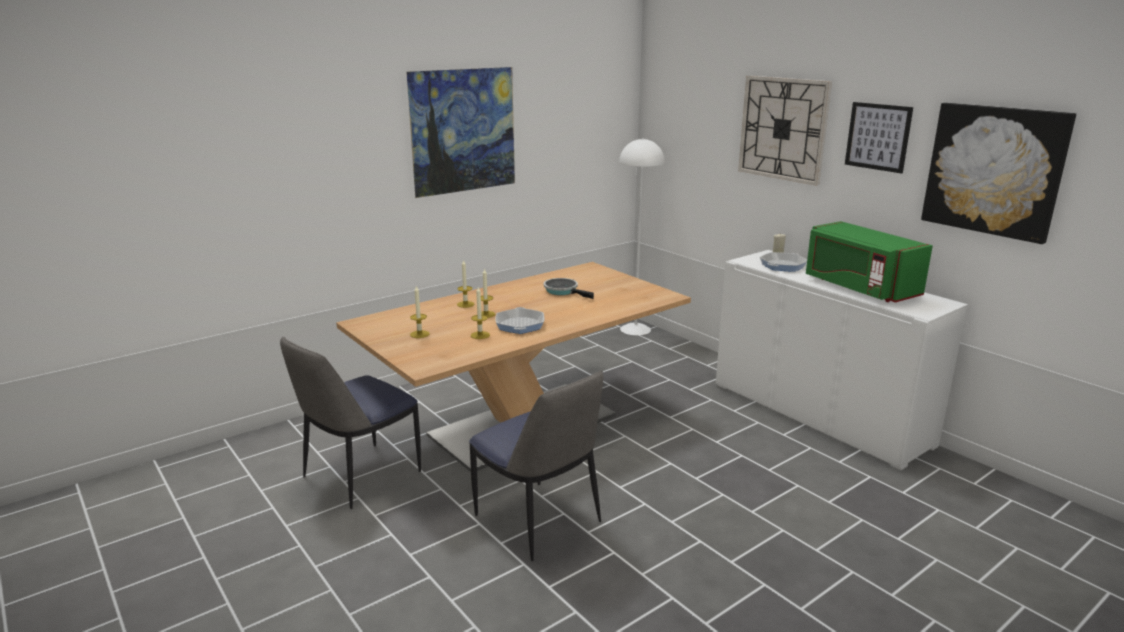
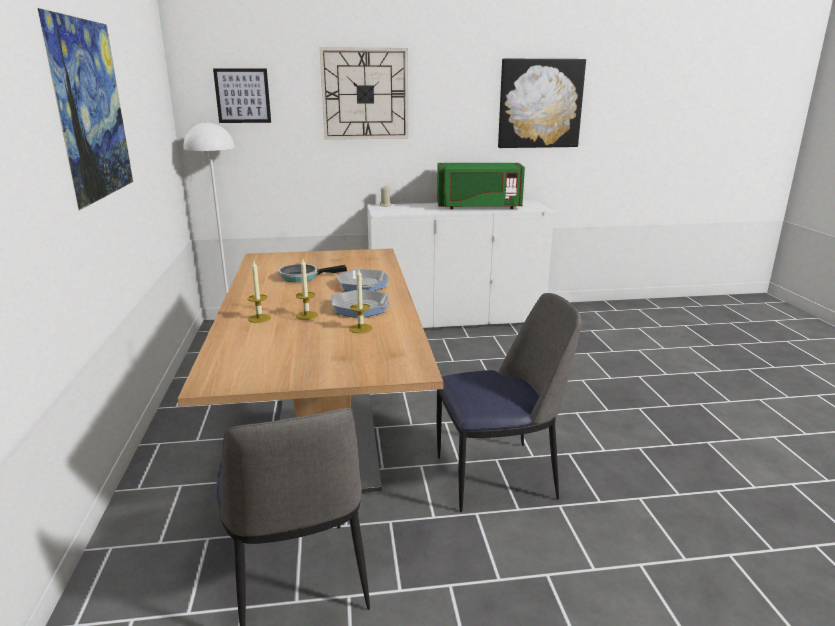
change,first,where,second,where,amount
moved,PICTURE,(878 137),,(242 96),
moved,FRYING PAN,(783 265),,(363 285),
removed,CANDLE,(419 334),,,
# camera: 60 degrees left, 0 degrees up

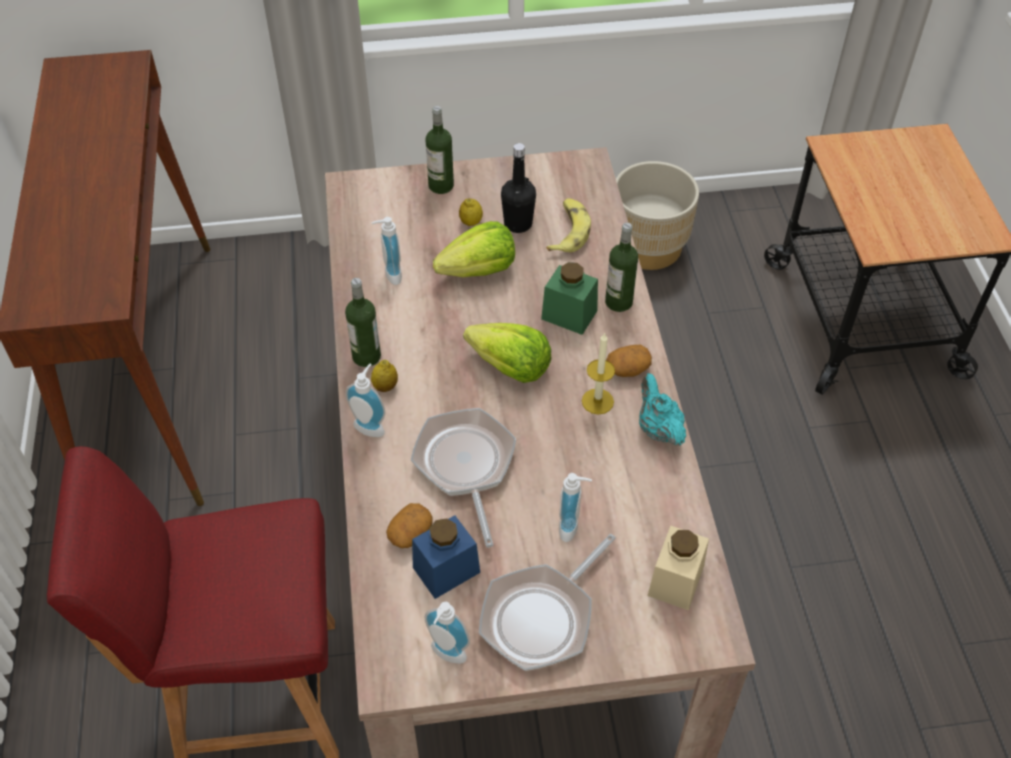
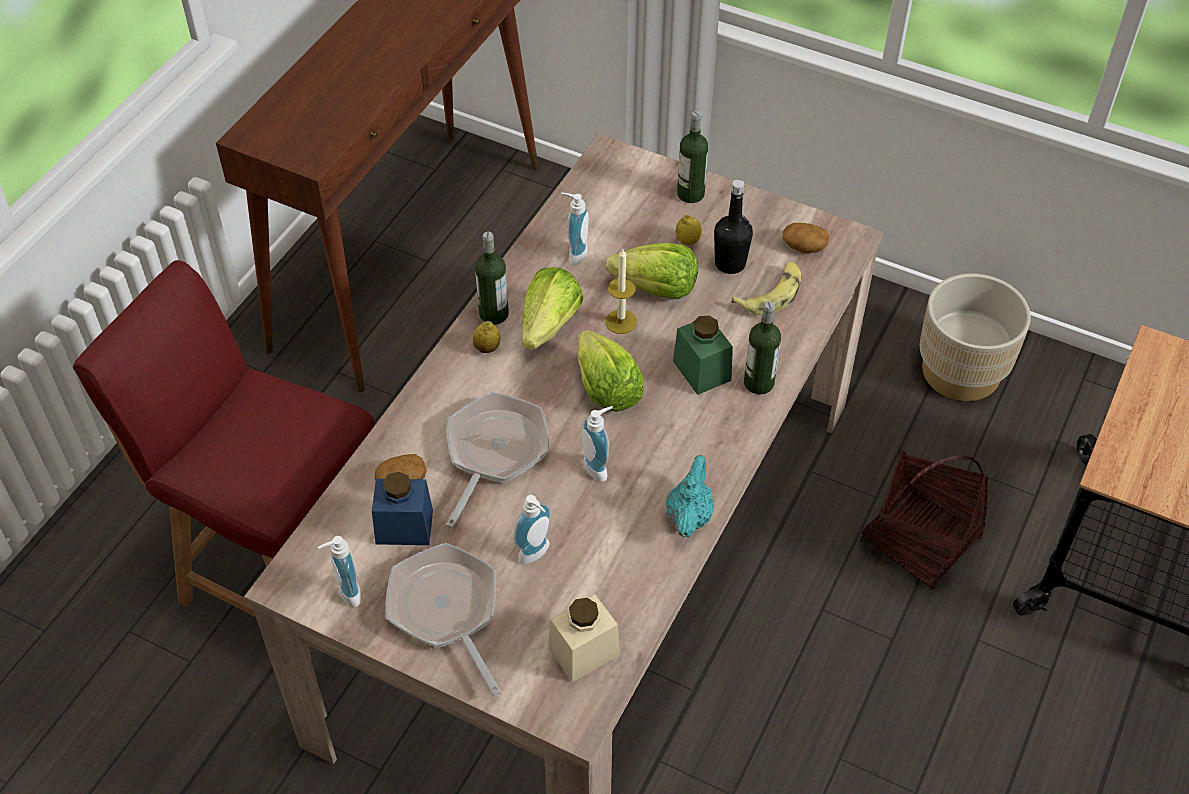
change,first,where,second,where,amount
turned,FRYING PAN,(542 617),,(446 611),75 degrees clockwise
added,,,LETTUCE,(549 326),
moved,SOAP DISPENSER,(371 425),,(599 466),
moved,CANDLE,(597 401),,(621 322),
moved,POTATO,(627 369),,(803 246),
added,,,BASKET,(920 540),
# camera: 35 degrees right, 0 degrees up

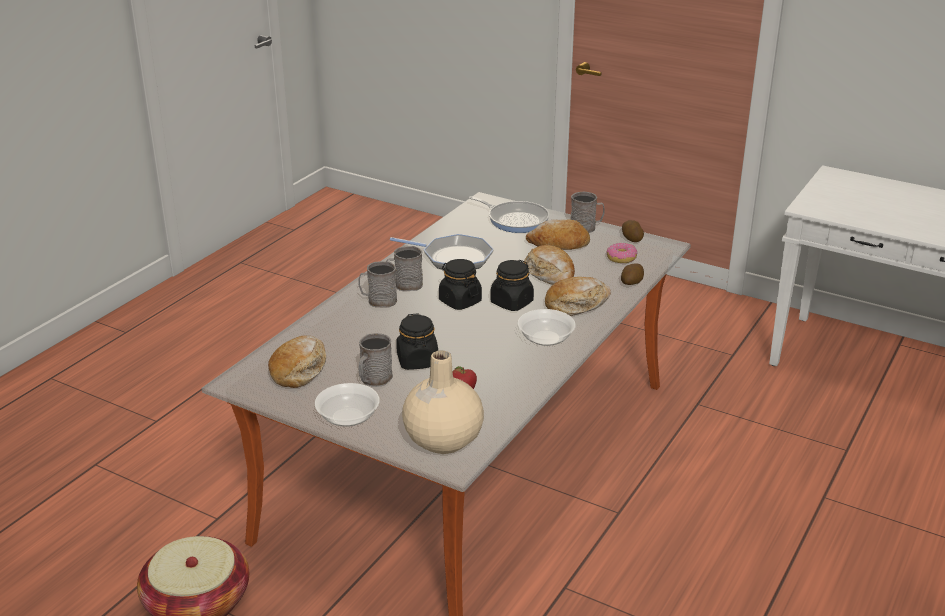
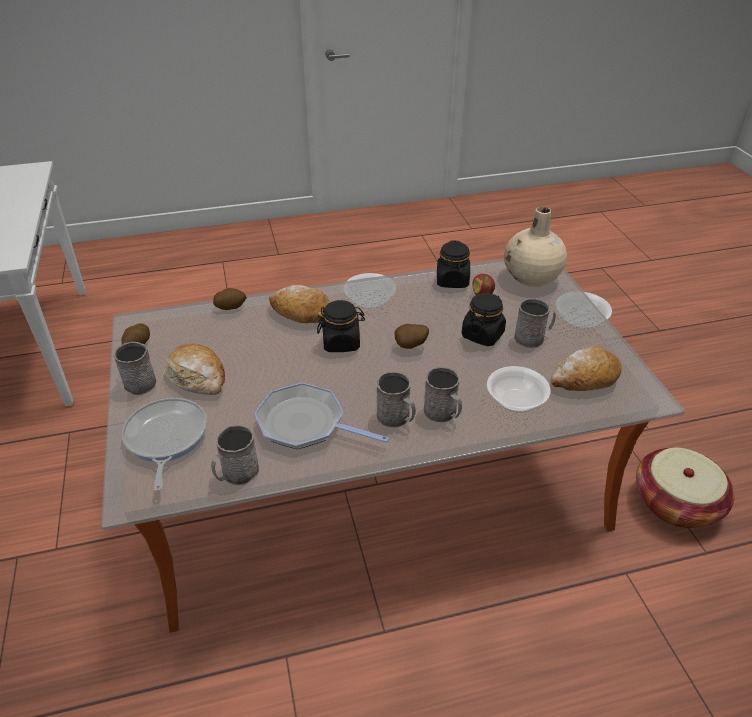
change,first,where,second,where,amount
added,,,GREY MUG,(236 474),
turned,FRYING PAN,(453 258),,(306 424),45 degrees counterclockwise
added,,,POTATO,(410 346),
moved,BLACK JAR,(459 301),,(452 281),
added,,,BOWL,(515 400),
removed,BREAD,(550 274),,,
removed,DONUT,(621 258),,,
# camera: 135 degrees left, 10 degrees up

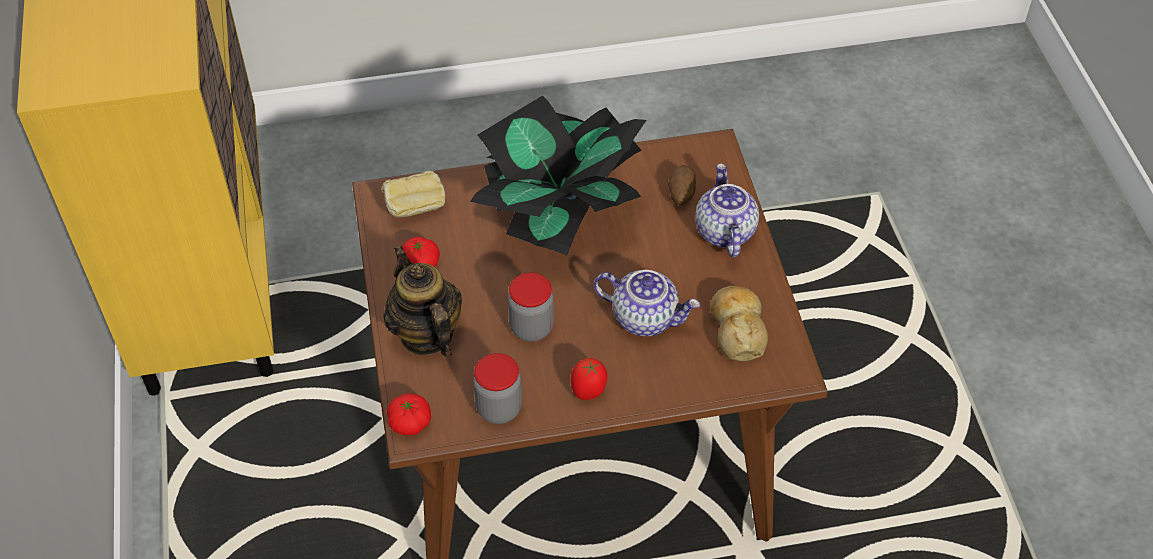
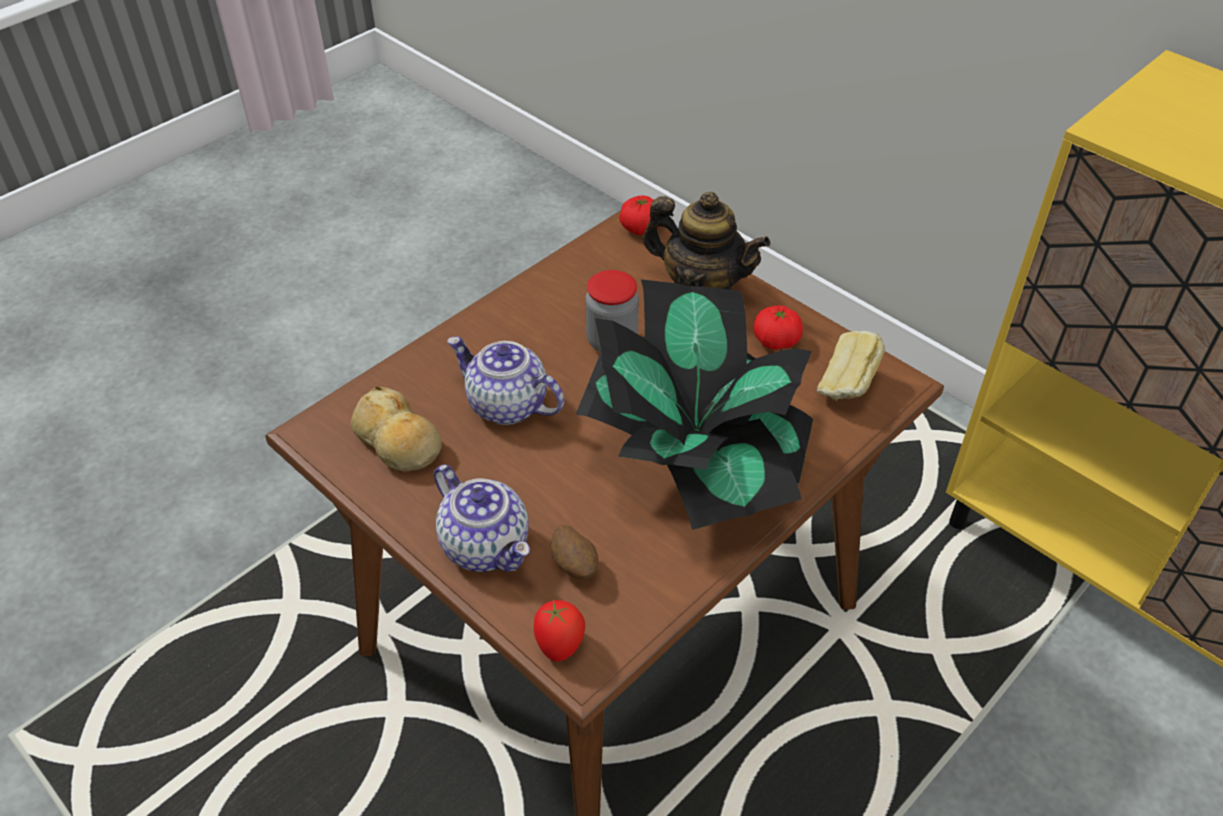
change,first,where,second,where,amount
turned,TEAPOT,(645 317),,(506 405),45 degrees clockwise
moved,TOMATO,(589 390),,(560 646),
removed,JAR,(499 408),,,
# camera: 145 degrees right, 5 degrees down

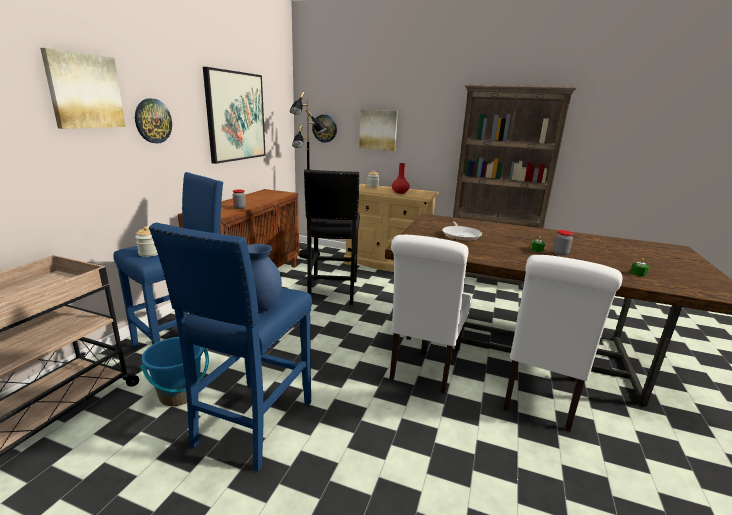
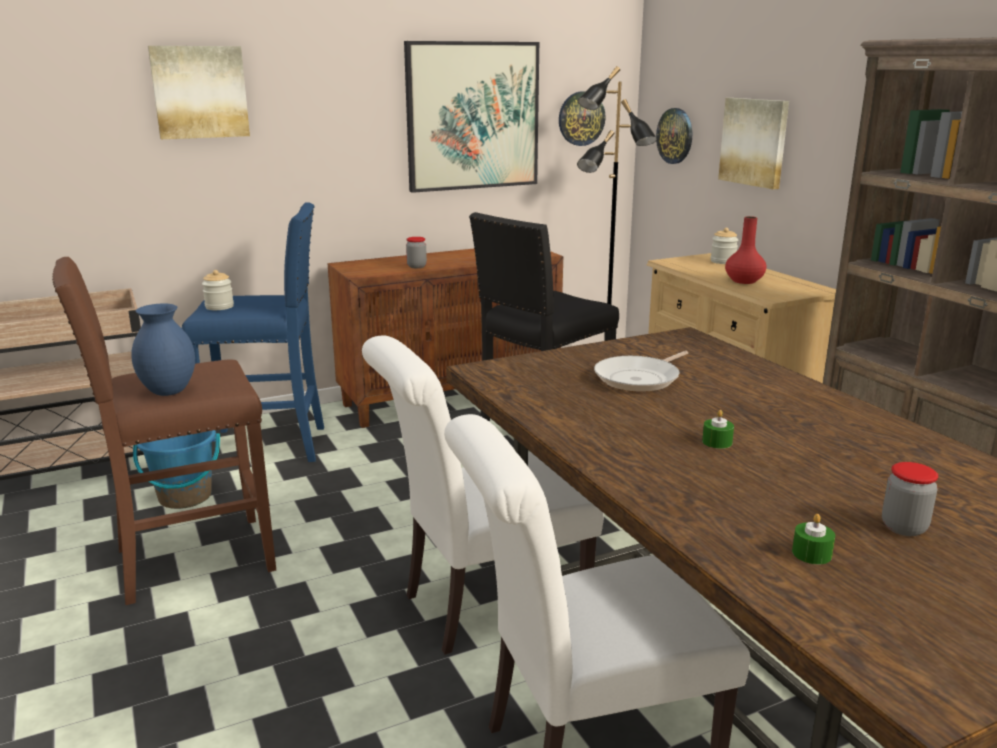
change,first,where,second,where,amount
recoloured,BLUE STOOL,(252 424),BROWN STOOL,(191 560),
moved,WALL CLOCK,(153 121),,(581 118),
moved,JAR,(560 253),,(904 527),
# camera: 45 degrees right, 0 degrees up

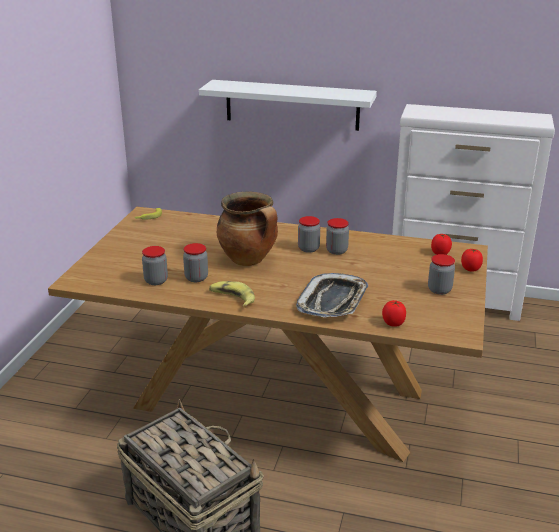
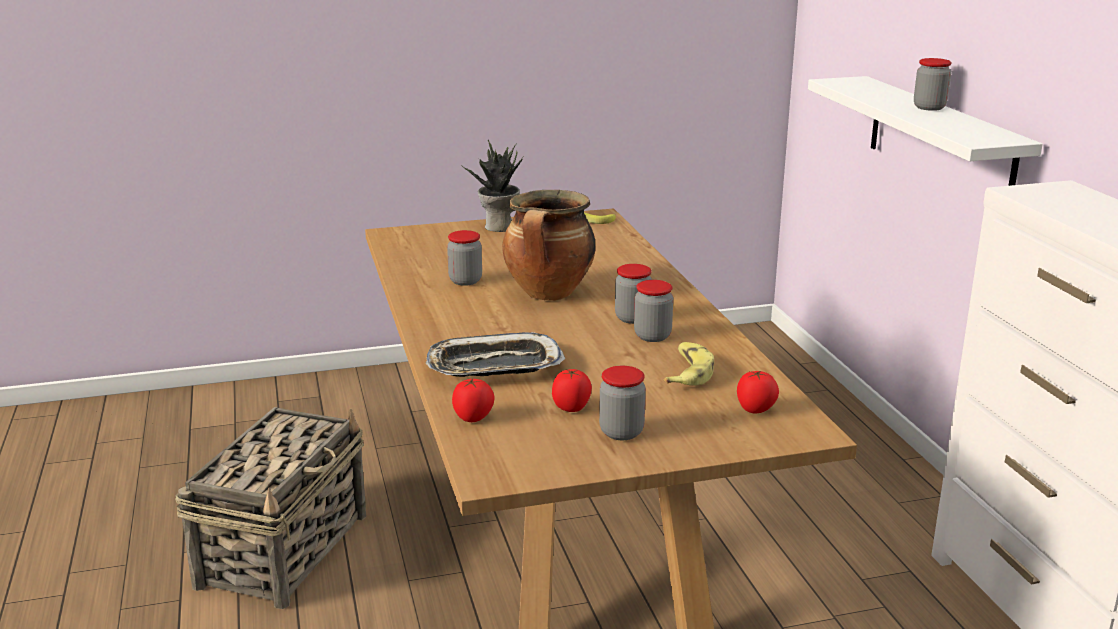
change,first,where,second,where,amount
added,,,POTTED PLANT,(499 227),
moved,TOMATO,(470 269),,(572 408),
moved,BANANA,(232 298),,(687 372),
moved,JAR,(156 281),,(929 107),
# camera: 60 degrees right, 5 degrees down

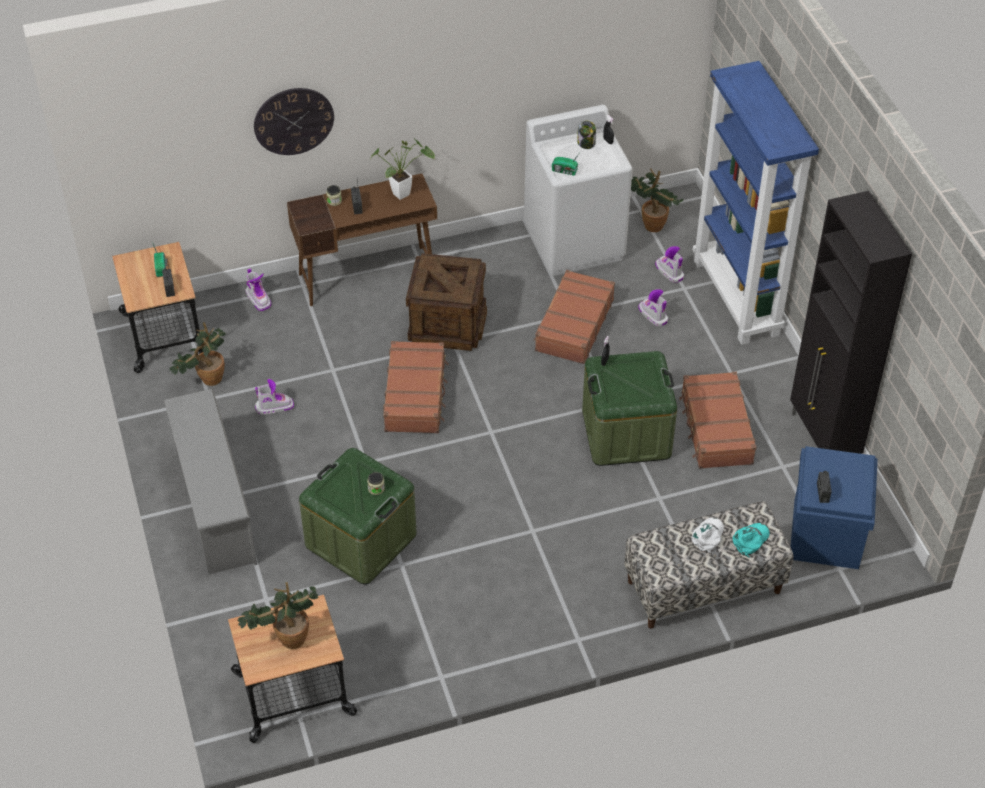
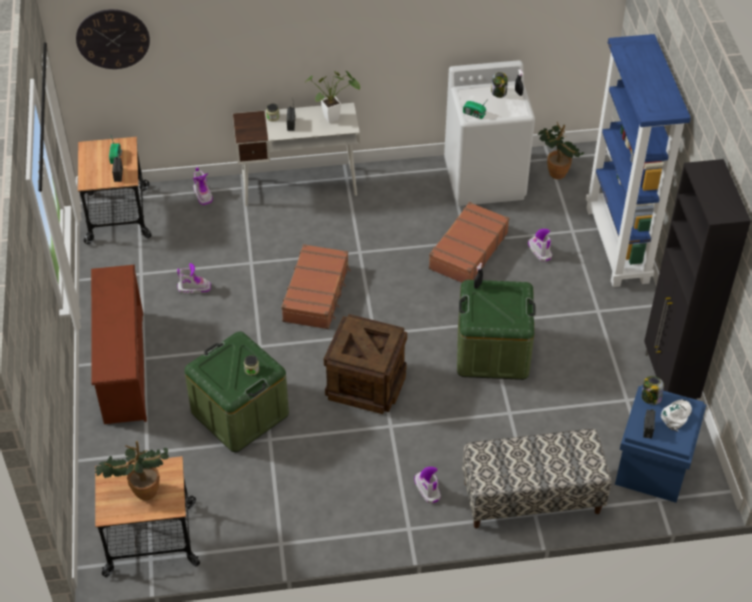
change,first,where,second,where,amount
moved,WALL CLOCK,(293 121),,(113 39),
recoloured,GREY SHOE RACK,(214 507),BROWN SHOE RACK,(122 367),
recoloured,BROWN DESK,(367 275),WHITE DESK,(300 186),
moved,CRATE,(448 325),,(366 384),
moved,BOOT,(669 272),,(427 489),
added,,,JAR,(650 398),
moved,WHITE CAP,(708 536),,(676 415),
removed,POTTED PLANT,(206 380),,,
removed,BROWN SUITCASE,(715 428),,,
removed,TURQUOISE CAP,(750 540),,,
# camera: 10 degrees right, 0 degrees up

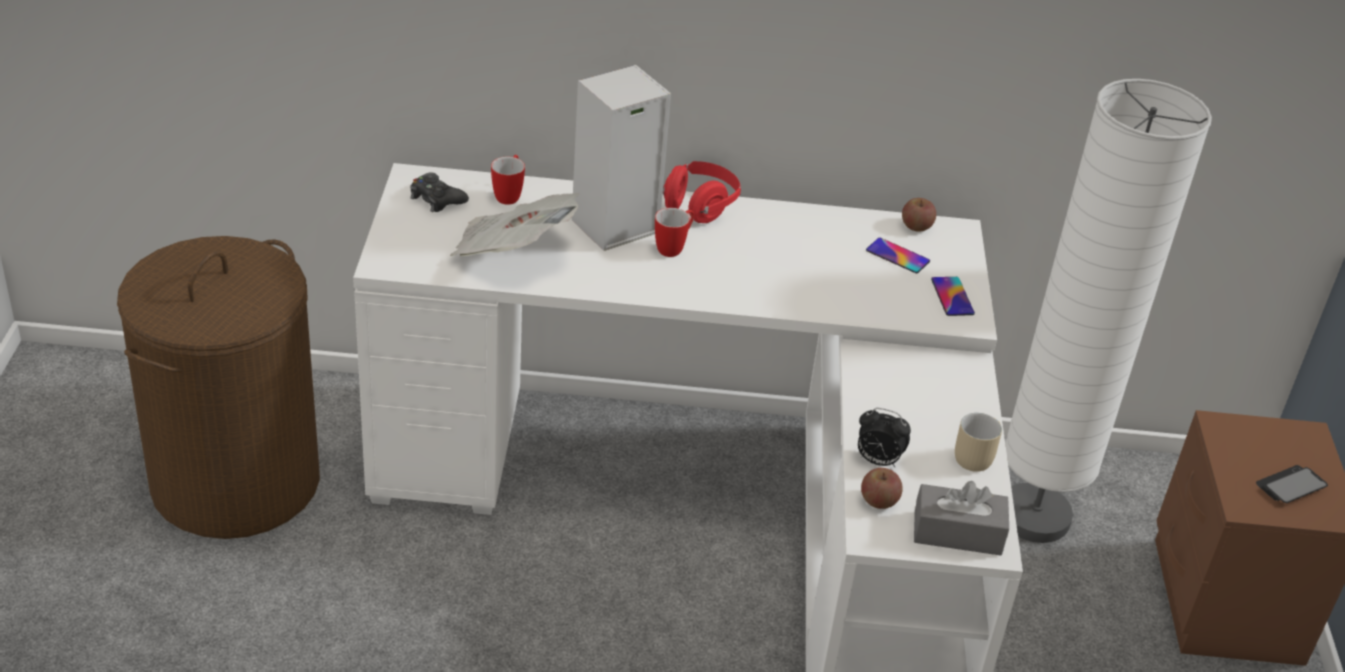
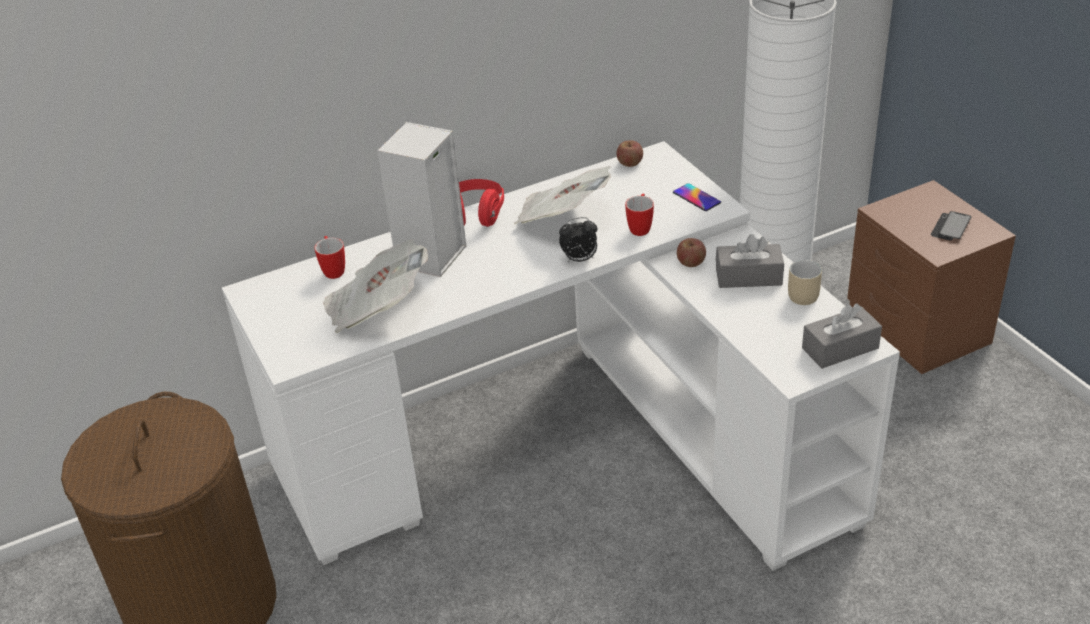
change,first,where,second,where,amount
added,,,NEWSPAPER,(562 218),
moved,ALARM CLOCK,(877 461),,(579 259),
moved,MUG,(674 248),,(640 227),
moved,APPLE,(879 501),,(691 262),
added,,,GREY TISSUE BOX,(748 277),
removed,BLACK GAME CONTROLLER,(436 199),,,
removed,PHONE,(897 256),,,
# camera: 25 degrees left, 0 degrees up

